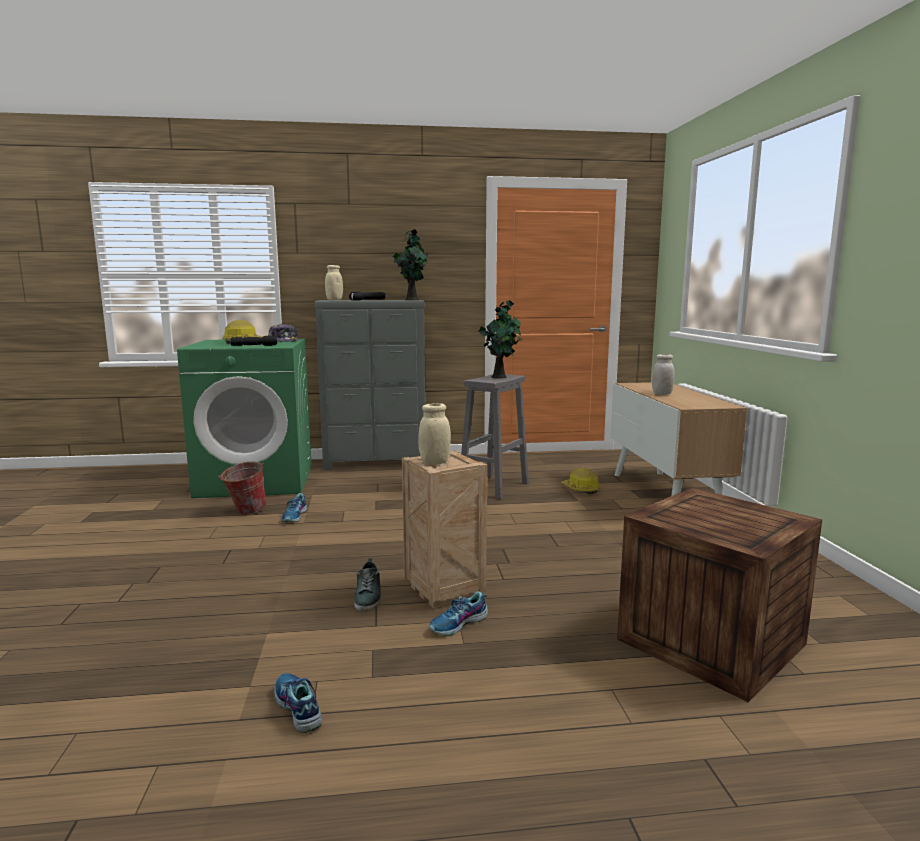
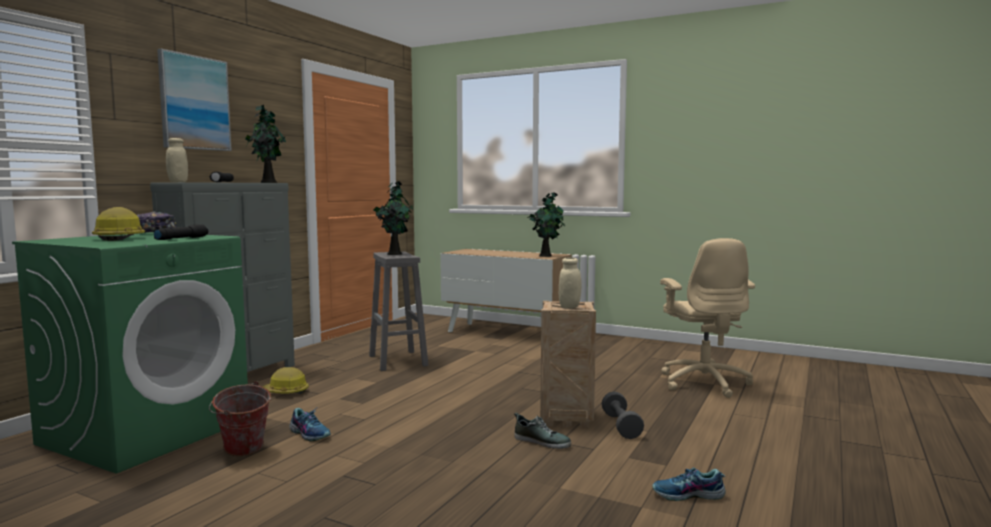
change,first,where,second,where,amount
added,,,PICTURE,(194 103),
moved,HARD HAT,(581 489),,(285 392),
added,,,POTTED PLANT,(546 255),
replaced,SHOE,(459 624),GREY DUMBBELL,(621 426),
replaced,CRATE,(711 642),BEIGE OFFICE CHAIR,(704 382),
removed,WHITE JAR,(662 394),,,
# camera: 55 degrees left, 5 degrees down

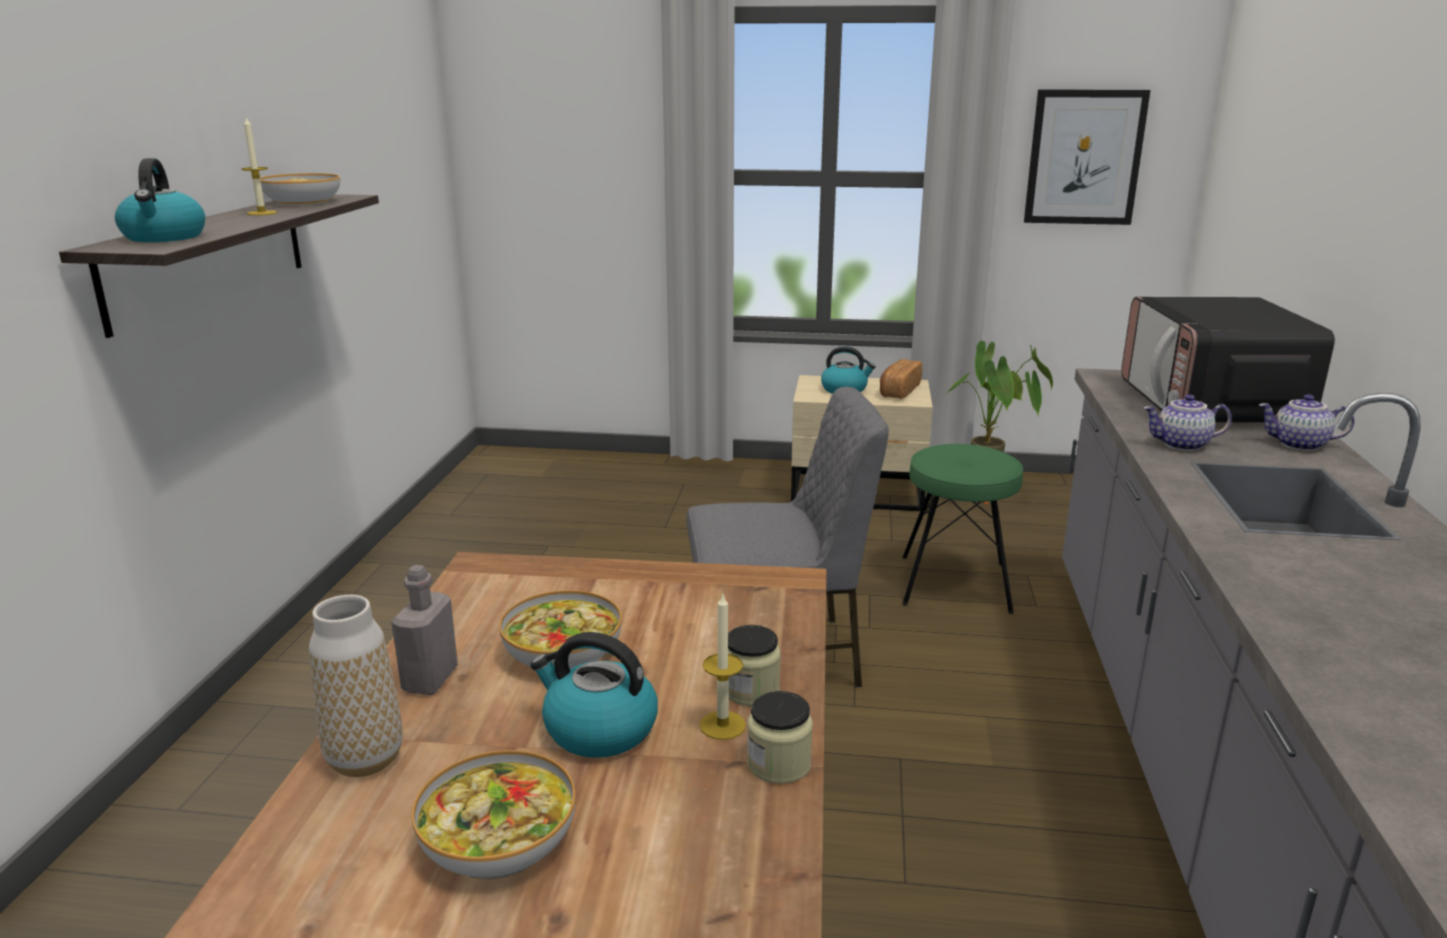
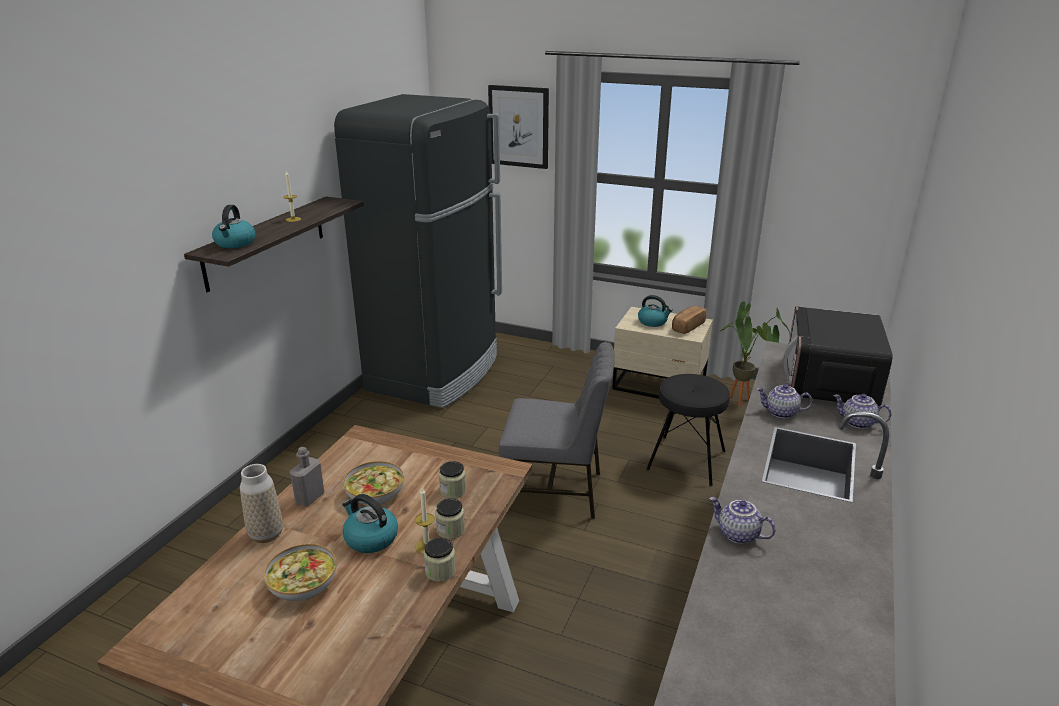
change,first,where,second,where,amount
added,,,BLACK FRIDGE,(435 373),
added,,,JAR,(453 490),
moved,PICTURE,(1084 157),,(519 126),
recoloured,GREEN STOOL,(955 584),BLACK STOOL,(686 460),
added,,,TEAPOT,(737 535),
removed,BOWL,(302 202),,,
# camera: 15 degrees right, 5 degrees up

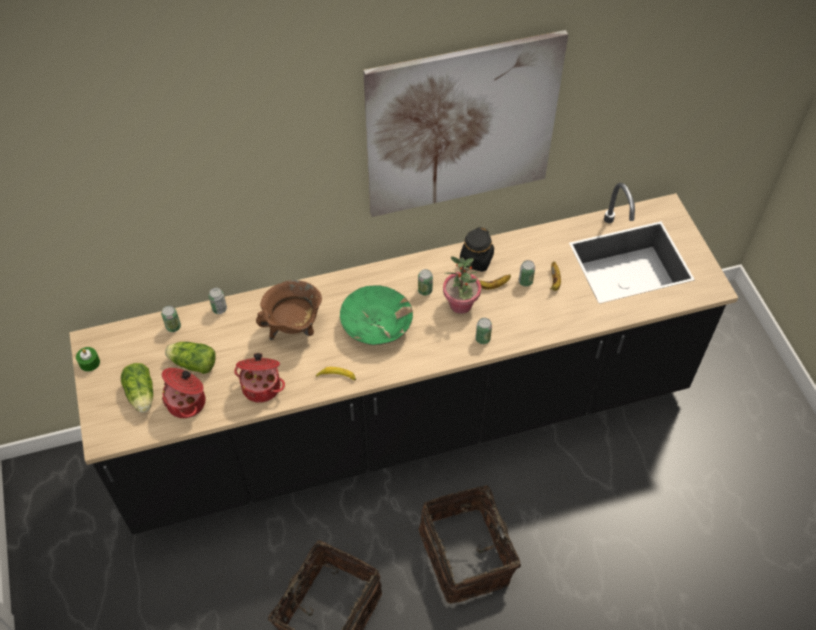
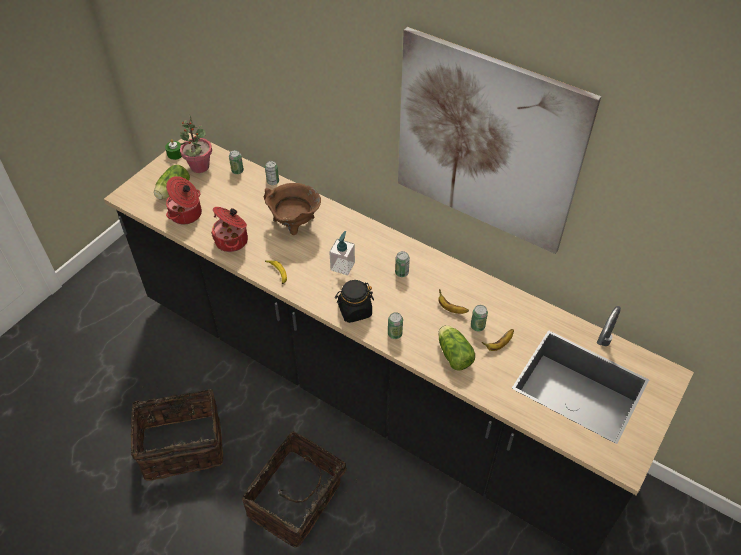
change,first,where,second,where,amount
moved,POTTED PLANT,(460 305),,(199 167),
replaced,GREEN BOWL,(377 325),SOAP DISPENSER,(342 266),
moved,BLACK JAR,(476 260),,(354 311),
moved,LETTUCE,(192 363),,(453 353),
# camera: 50 degrees right, 5 degrees down

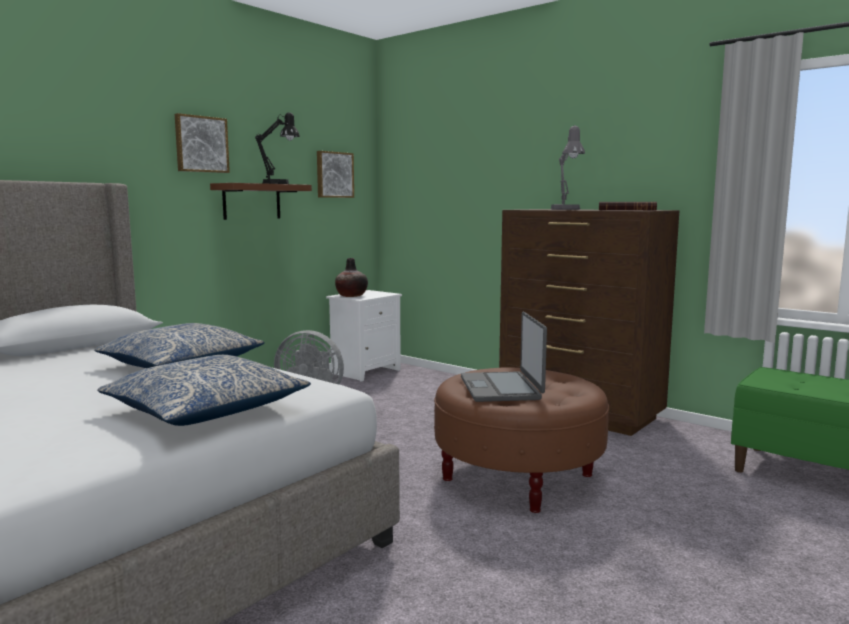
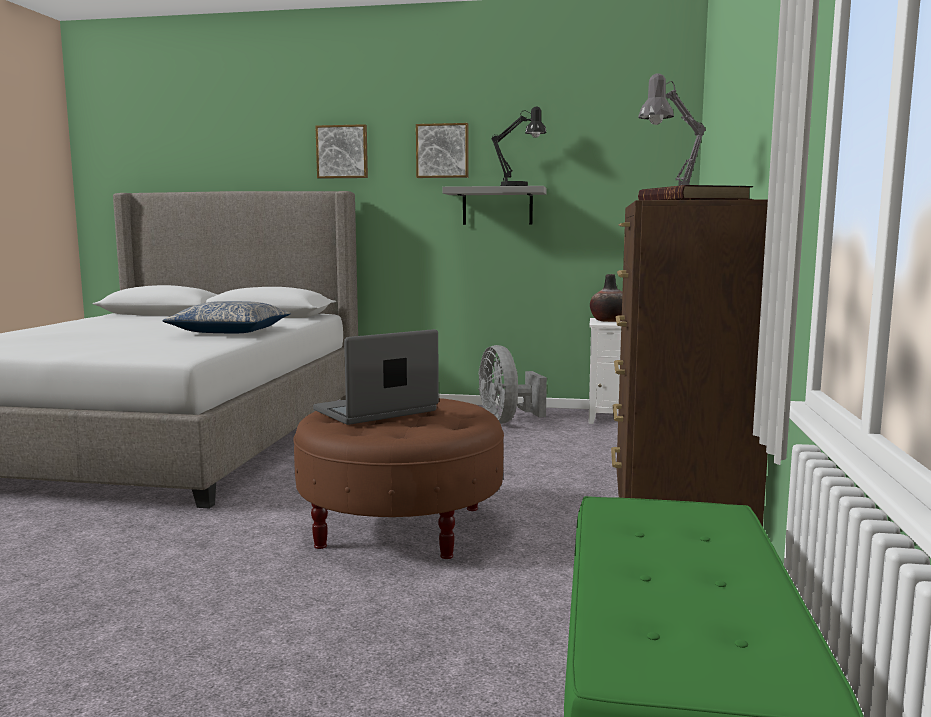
change,first,where,second,where,amount
moved,PICTURE,(334 175),,(342 152),
recoloured,BROWN SHELF,(251 201),GREY SHELF,(497 206),
removed,PILLOW,(205 410),,,
# camera: 60 degrees right, 0 degrees up

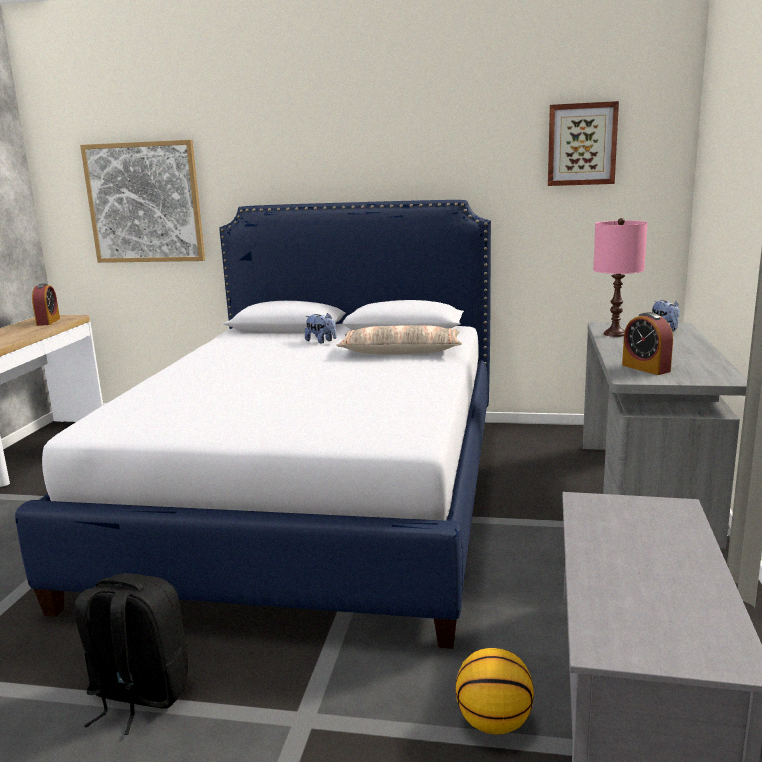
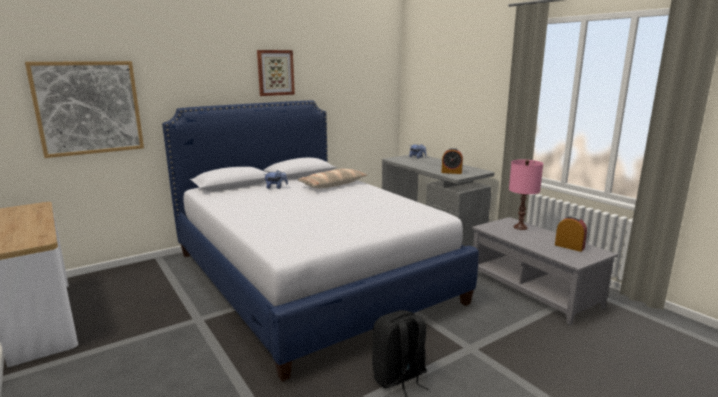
change,first,where,second,where,amount
moved,PICTURE,(582 144),,(275 72),
moved,PINK TABLE LAMP,(615 334),,(520 227),
moved,ALARM CLOCK,(48 322),,(569 246),
removed,BASKETBALL,(493 722),,,
# camera: 45 degrees left, 0 degrees up

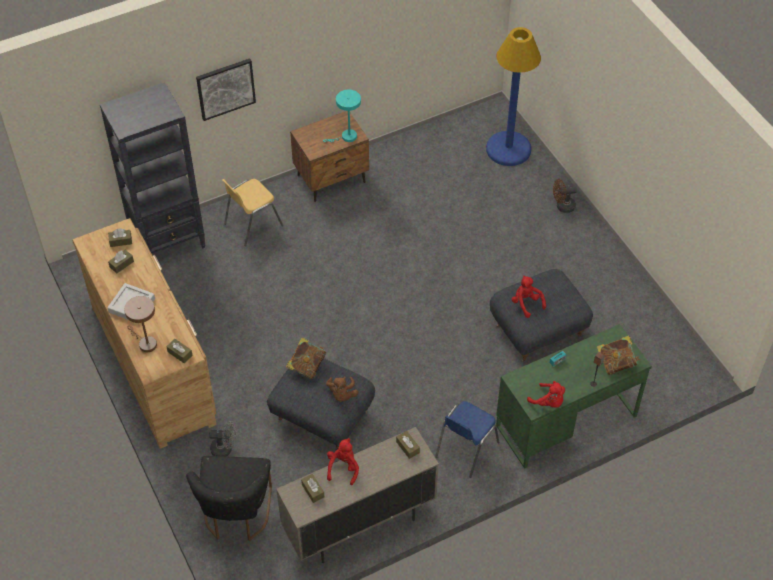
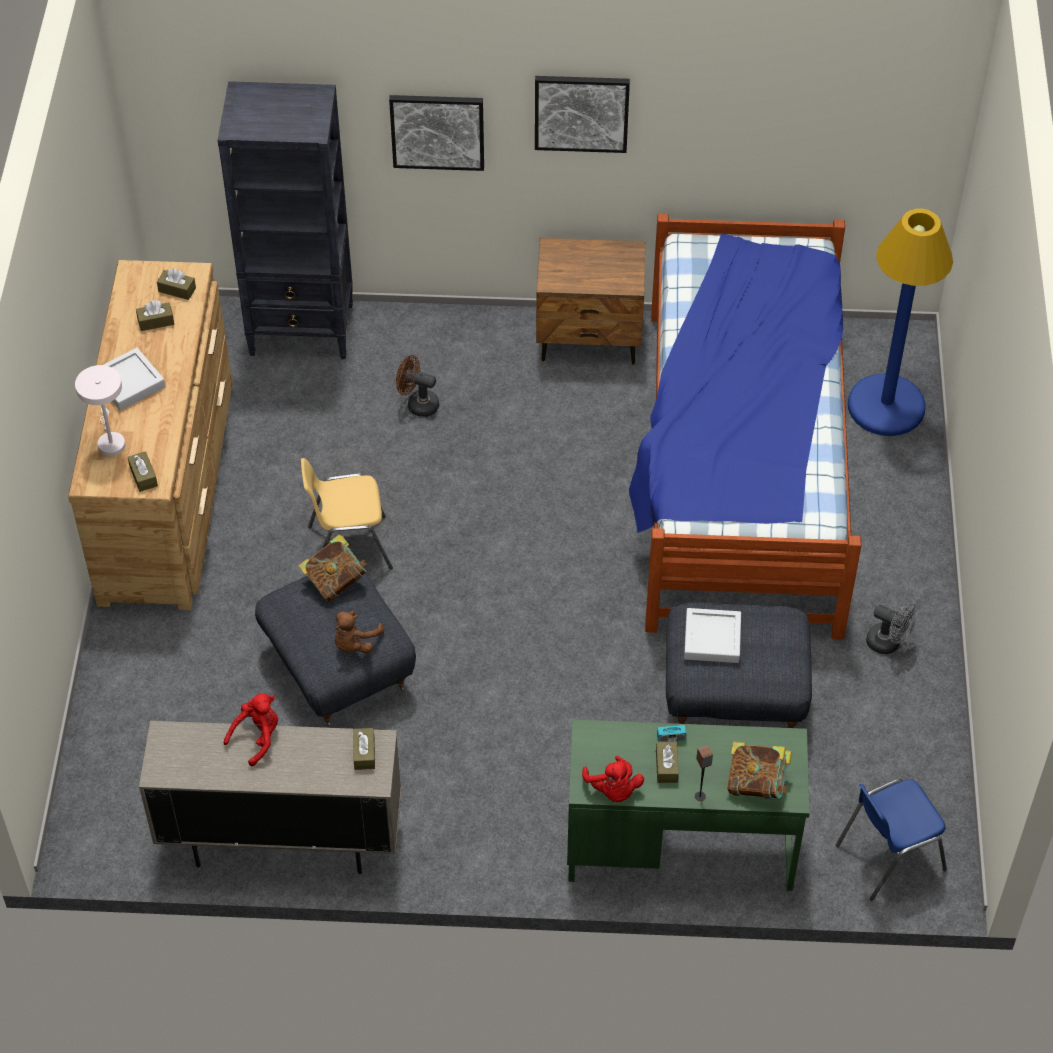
change,first,where,second,where,amount
recoloured,BROWN TABLE LAMP,(145 343),WHITE TABLE LAMP,(110 441),
moved,YELLOW CHAIR,(252 224),,(348 546),
moved,BROWN FAN,(562 206),,(418 404),
added,,,PICTURE,(581 112),
added,,,BED,(739 468),
moved,BROWN TISSUE BOX,(313 491),,(666 766),
replaced,RED PLUSH TOY,(526 303),GREY TRAY,(712 639),
moved,BLUE CHAIR,(465 449),,(888 857),
moved,GREY FAN,(225 449),,(888 643),
removed,BLACK CHAIR,(236 515),,,
removed,TURQUOISE TABLE LAMP,(346 137),,,
# camera: 30 degrees right, 0 degrees up

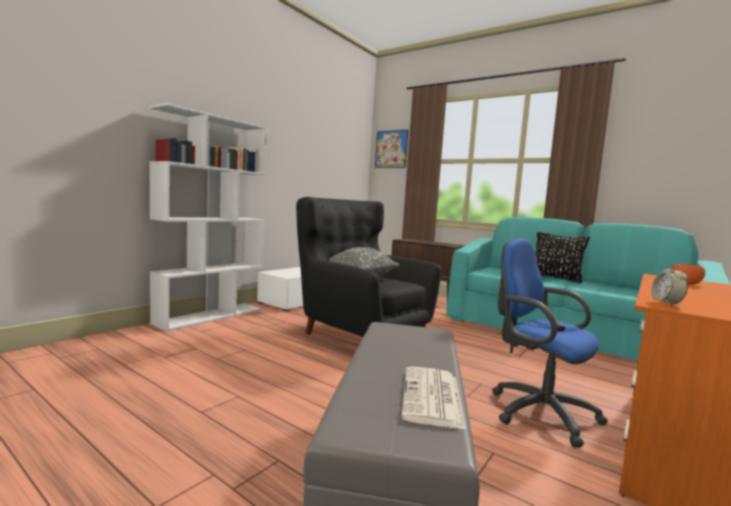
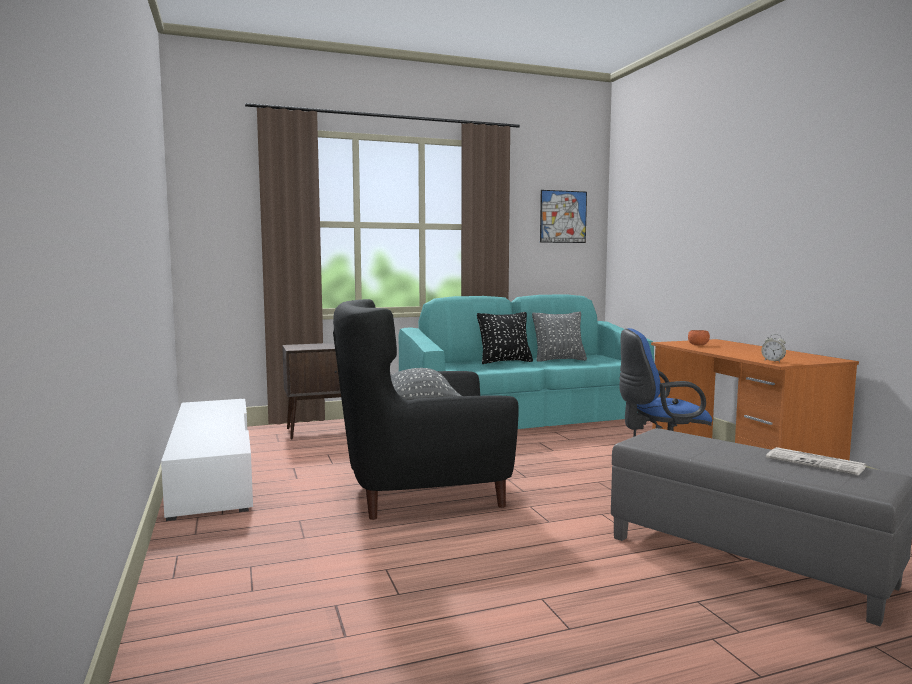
change,first,where,second,where,amount
added,,,GREY PILLOW,(559 360),
moved,PICTURE,(391 149),,(563 216),
removed,WHITE BOOKCASE,(210 316),,,
# camera: 55 degrees left, 0 degrees up

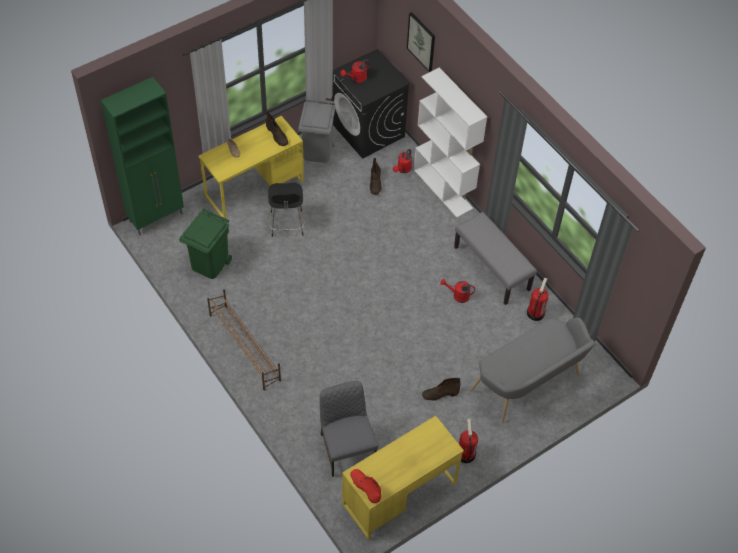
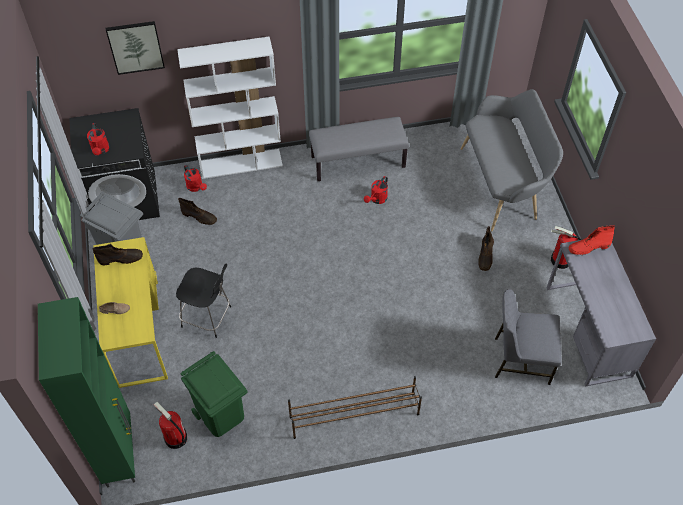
change,first,where,second,where,amount
moved,FIRE EXTINGUISHER,(535 313),,(175 438),
recoloured,YELLOW DESK,(399 493),GREY DESK,(588 331),
moved,RED BOOT,(365 487),,(588 247),
# camera: 65 degrees left, 0 degrees up

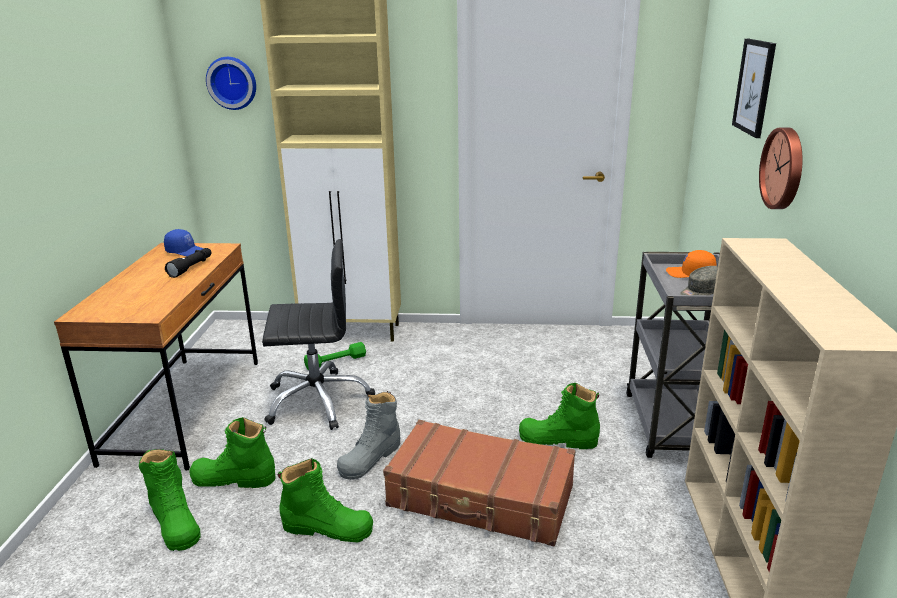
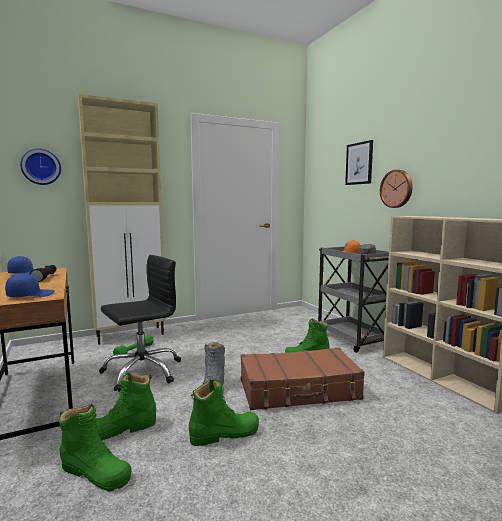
change,first,where,second,where,amount
added,,,BLUE CAP,(30 295),
# camera: 30 degrees left, 15 degrees down

